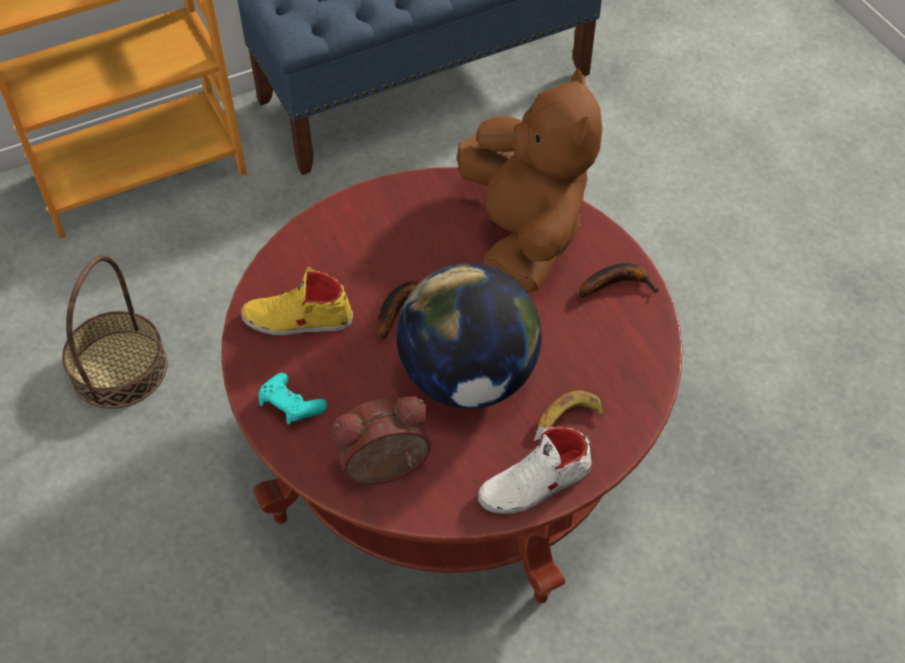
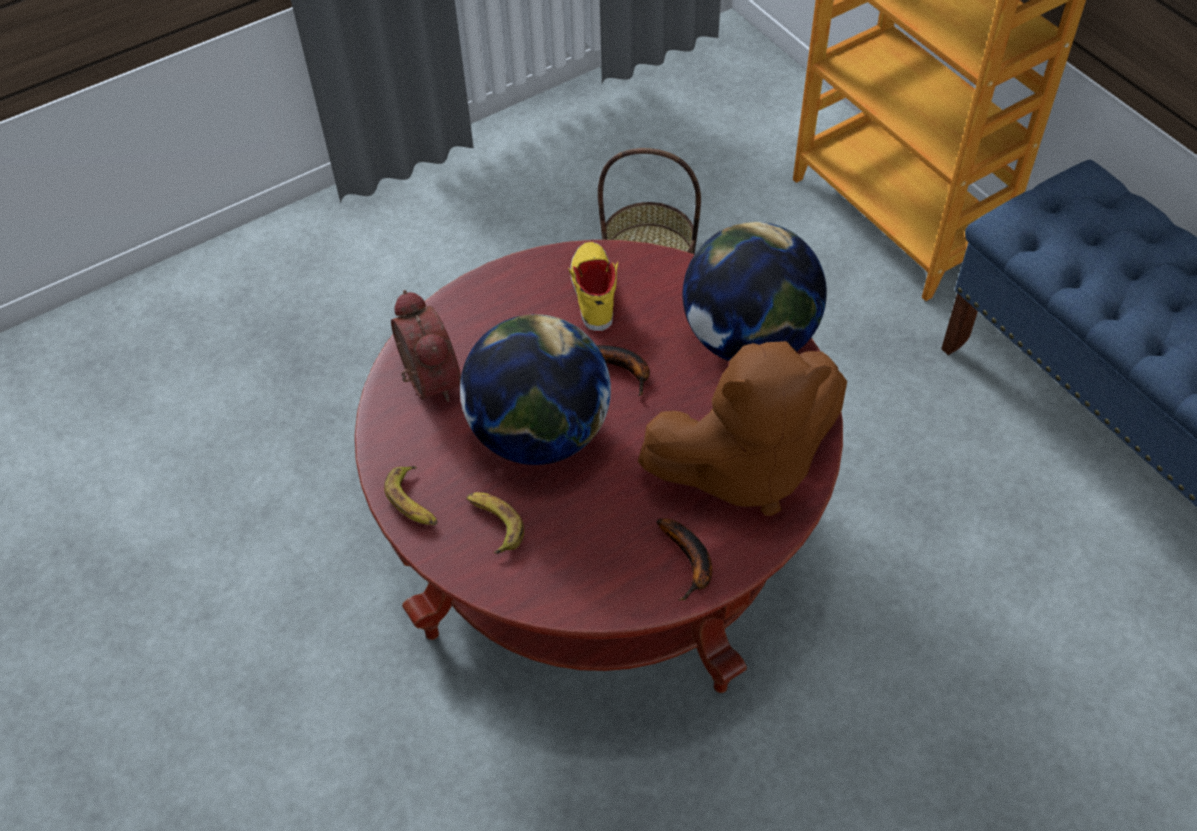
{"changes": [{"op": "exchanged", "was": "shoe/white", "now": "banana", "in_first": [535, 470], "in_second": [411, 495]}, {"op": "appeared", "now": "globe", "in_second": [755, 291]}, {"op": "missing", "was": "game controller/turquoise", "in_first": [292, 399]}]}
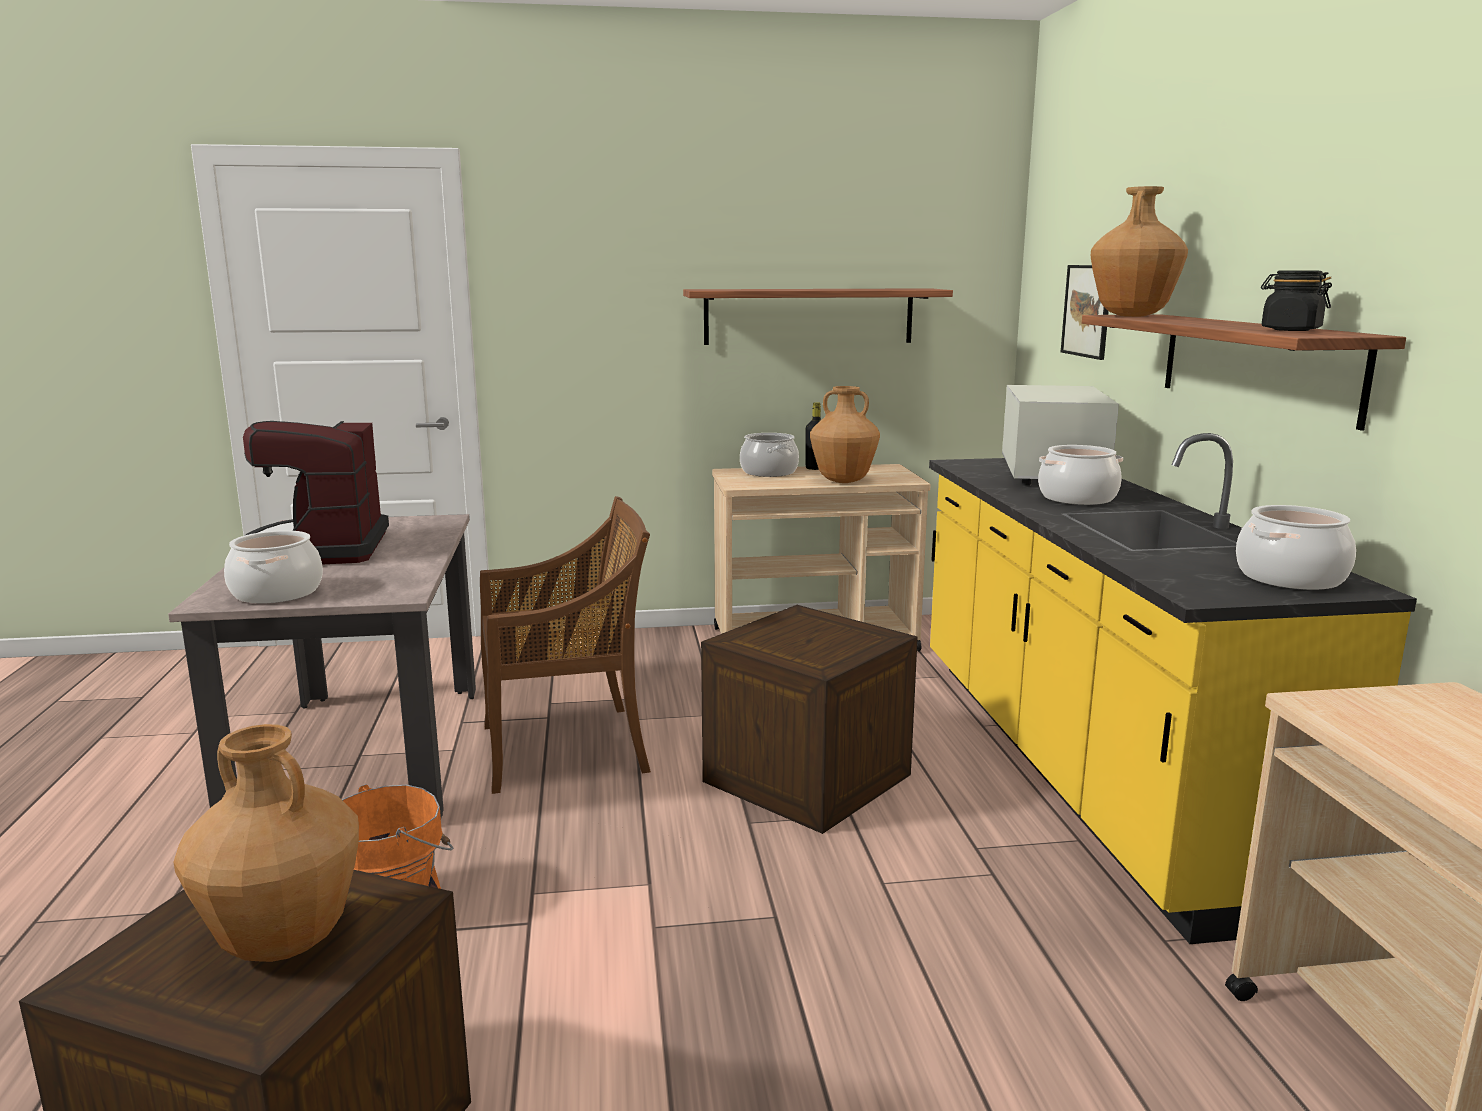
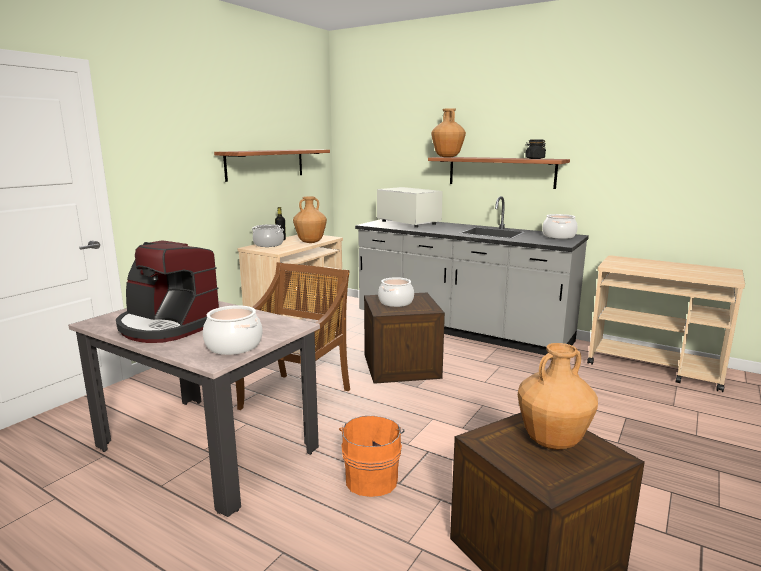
{"changes": [{"op": "colour", "was": "counter/yellow", "now": "counter/grey", "in_first": [1173, 688], "in_second": [472, 275]}, {"op": "relocated", "was": "cooking pot", "in_first": [1080, 475], "in_second": [396, 292]}, {"op": "missing", "was": "picture", "in_first": [1085, 312]}]}
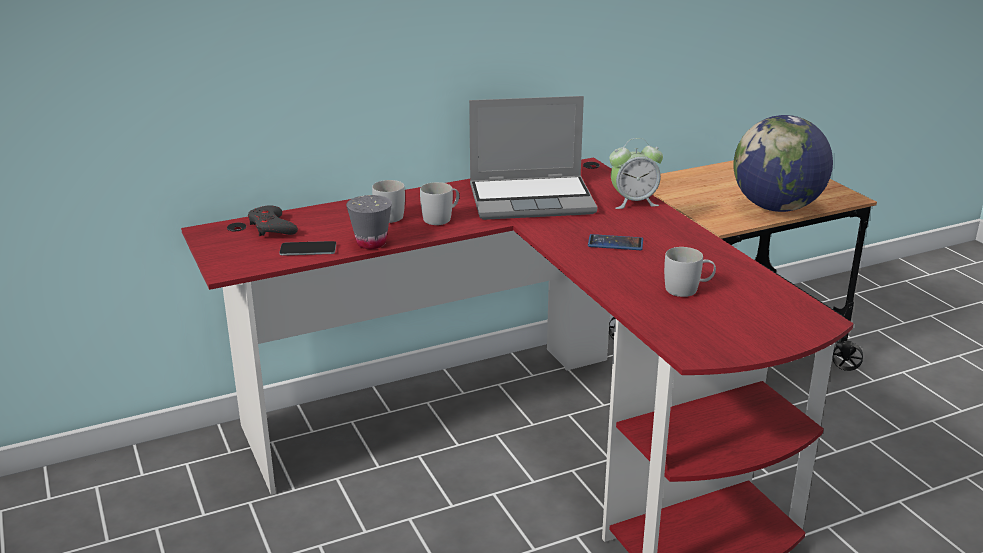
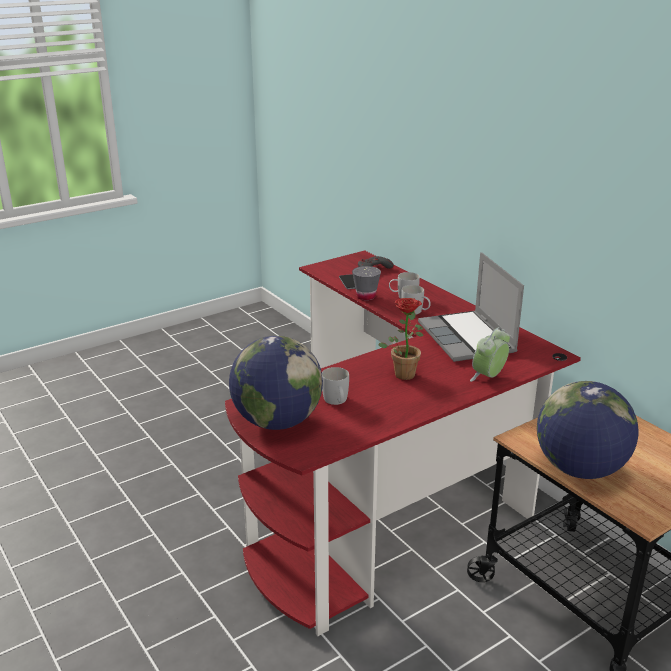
{"changes": [{"op": "appeared", "now": "globe", "in_second": [276, 383]}, {"op": "exchanged", "was": "phone", "now": "potted plant", "in_first": [615, 242], "in_second": [401, 339]}, {"op": "spun", "was": "alarm clock", "in_first": [636, 173], "in_second": [490, 354], "clockwise": 60}]}
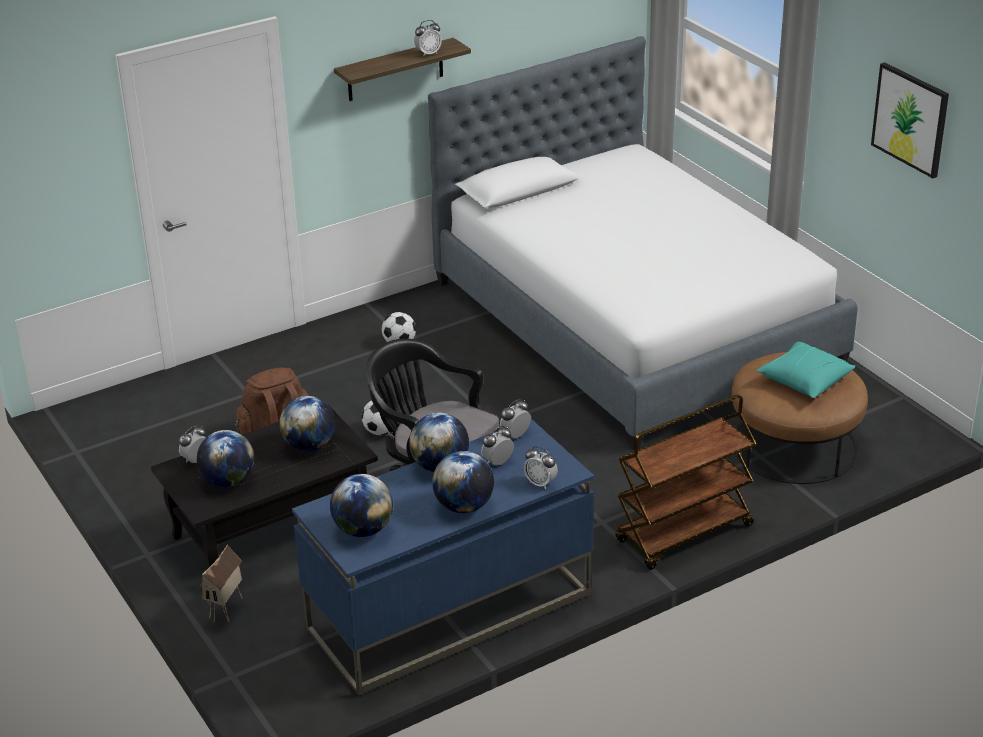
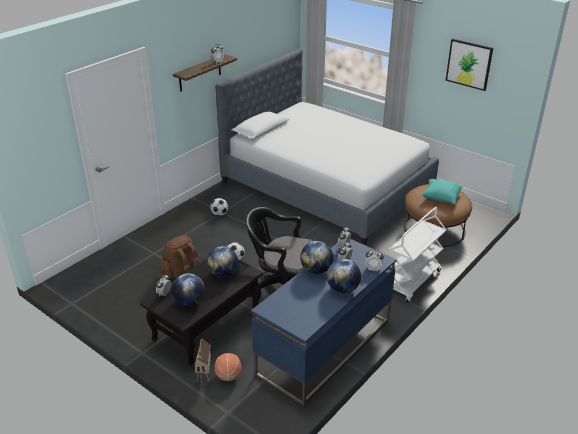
{"changes": [{"op": "appeared", "now": "basketball", "in_second": [227, 367]}, {"op": "colour", "was": "cart/brown", "now": "cart/white", "in_first": [685, 482], "in_second": [417, 255]}, {"op": "missing", "was": "globe", "in_first": [361, 505]}]}
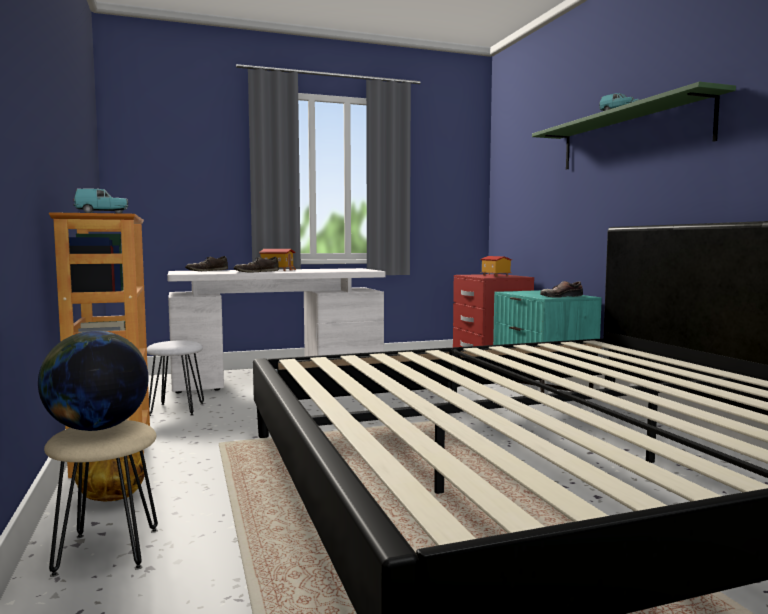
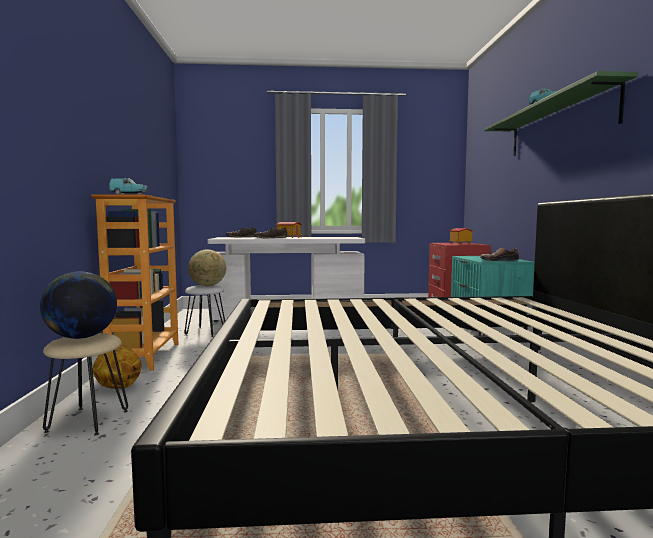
{"changes": [{"op": "appeared", "now": "globe", "in_second": [207, 268]}]}
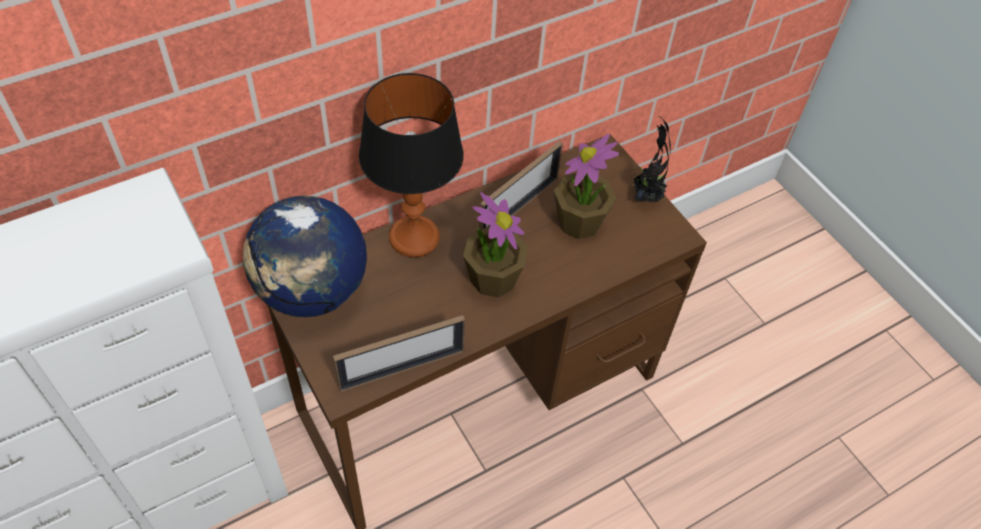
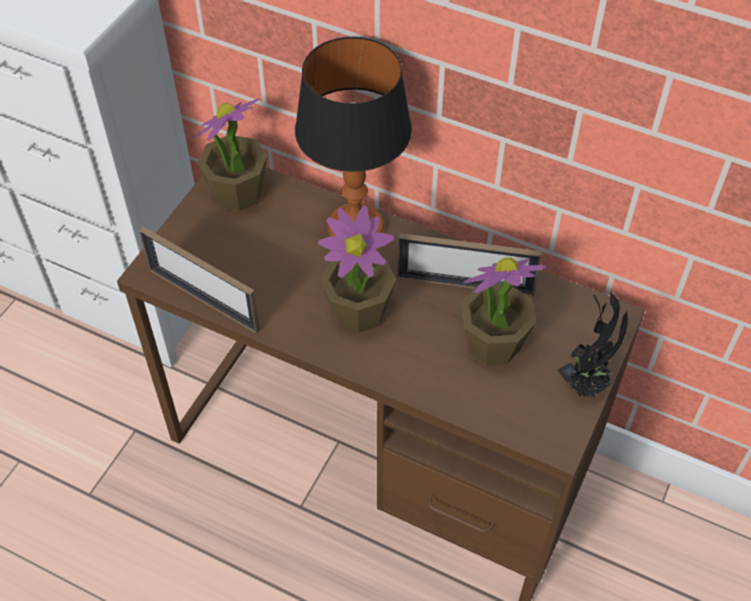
{"changes": [{"op": "exchanged", "was": "globe", "now": "potted plant", "in_first": [305, 256], "in_second": [231, 154]}]}
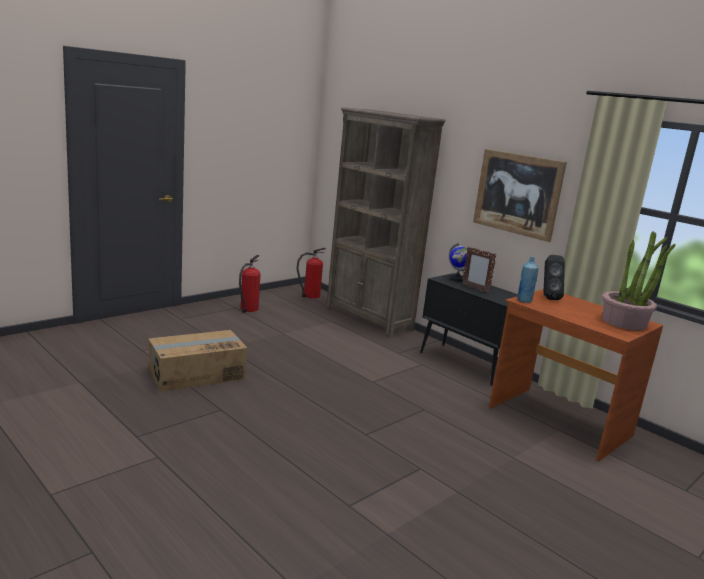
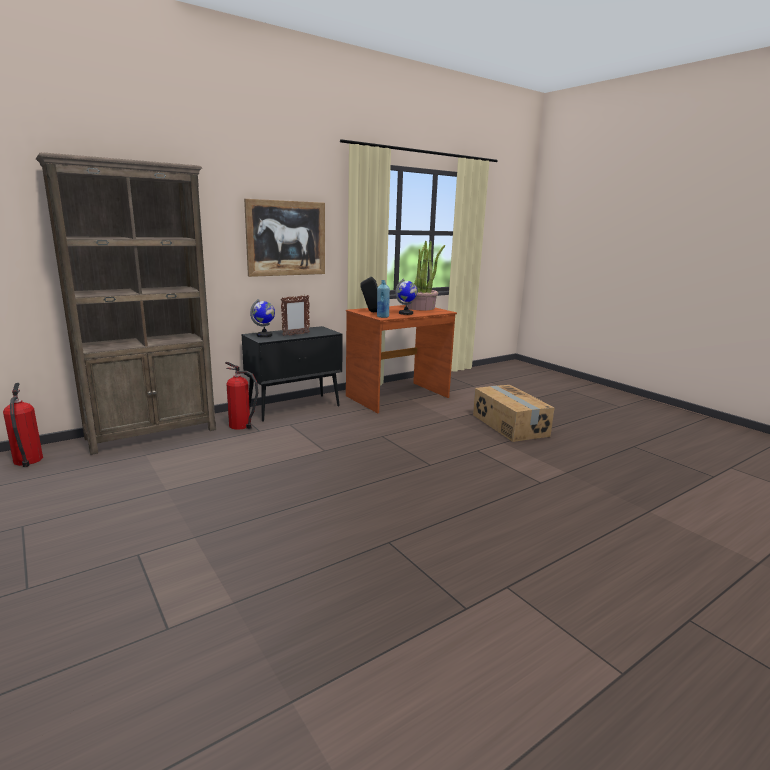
{"changes": [{"op": "relocated", "was": "fire extinguisher", "in_first": [250, 283], "in_second": [241, 396]}, {"op": "appeared", "now": "globe", "in_second": [406, 296]}, {"op": "relocated", "was": "cardboard box", "in_first": [197, 361], "in_second": [514, 413]}]}
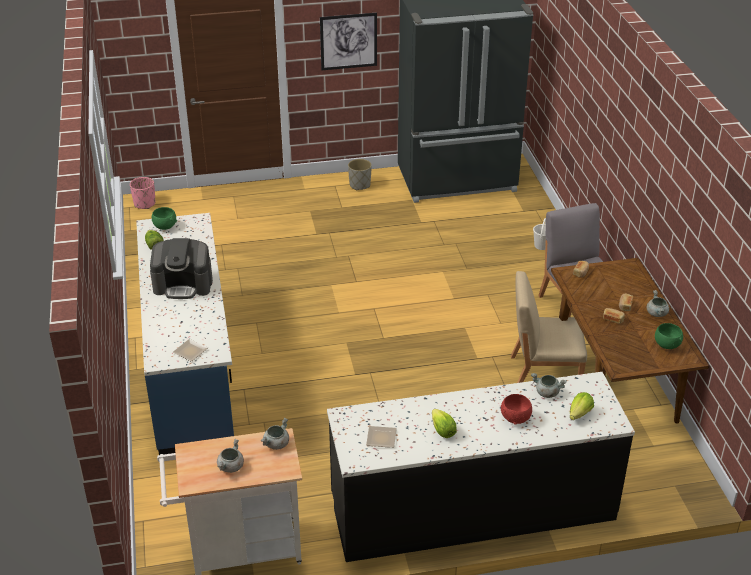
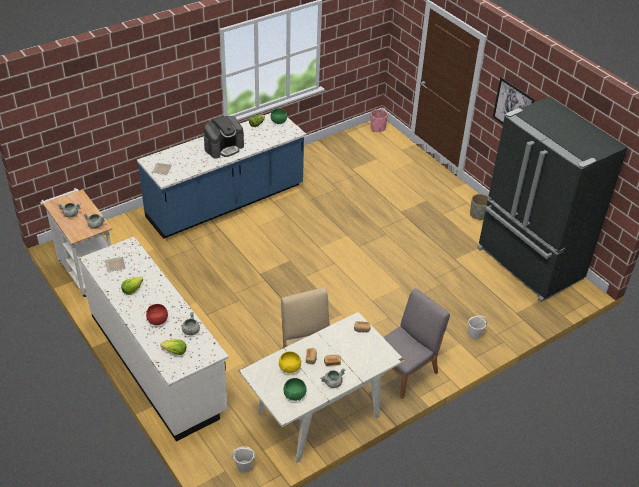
{"changes": [{"op": "colour", "was": "counter/black", "now": "counter/white", "in_first": [481, 467], "in_second": [154, 339]}, {"op": "spun", "was": "coffee machine", "in_first": [181, 268], "in_second": [224, 137], "clockwise": -105}, {"op": "appeared", "now": "bucket/white", "in_second": [244, 459]}, {"op": "colour", "was": "dining table/brown", "now": "dining table/white", "in_first": [630, 341], "in_second": [322, 387]}, {"op": "appeared", "now": "bowl/yellow", "in_second": [290, 362]}]}
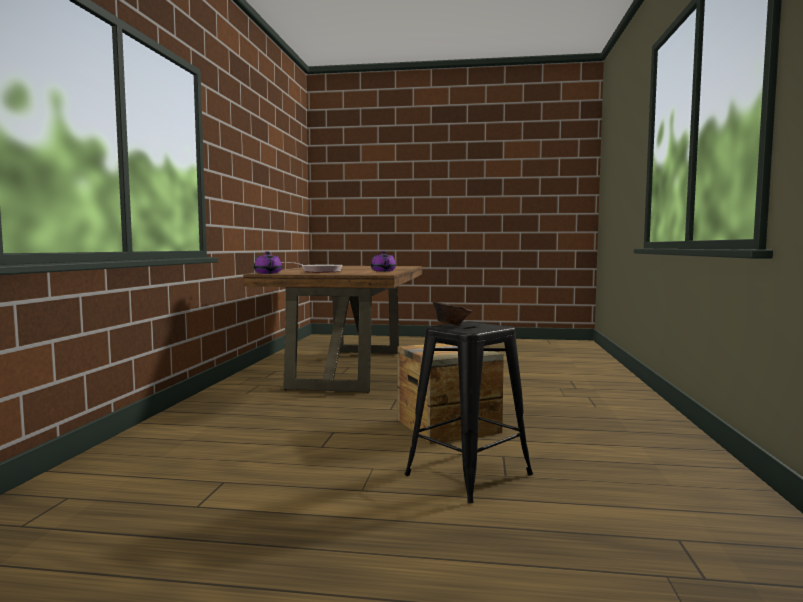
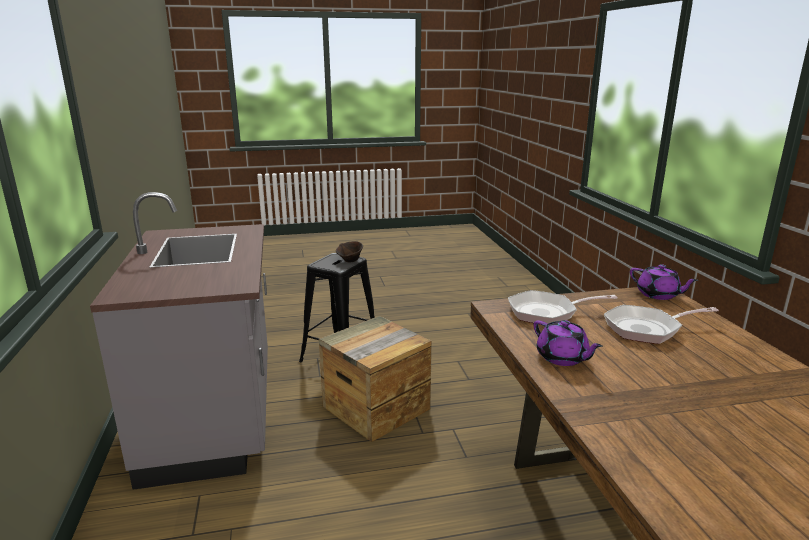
{"changes": [{"op": "appeared", "now": "counter/grey", "in_second": [179, 341]}, {"op": "appeared", "now": "frying pan", "in_second": [563, 306]}]}
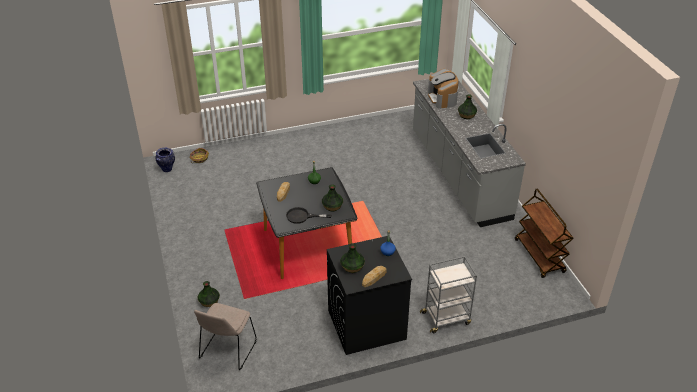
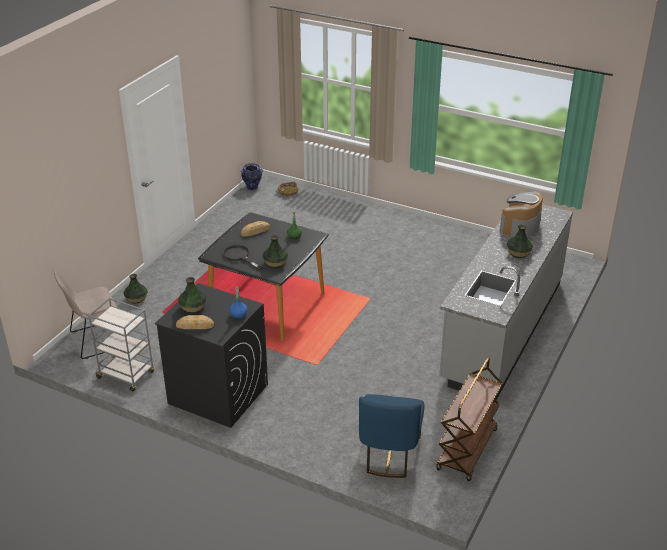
{"changes": [{"op": "relocated", "was": "cart/grey", "in_first": [448, 294], "in_second": [121, 344]}, {"op": "appeared", "now": "chair/blue", "in_second": [391, 436]}]}
